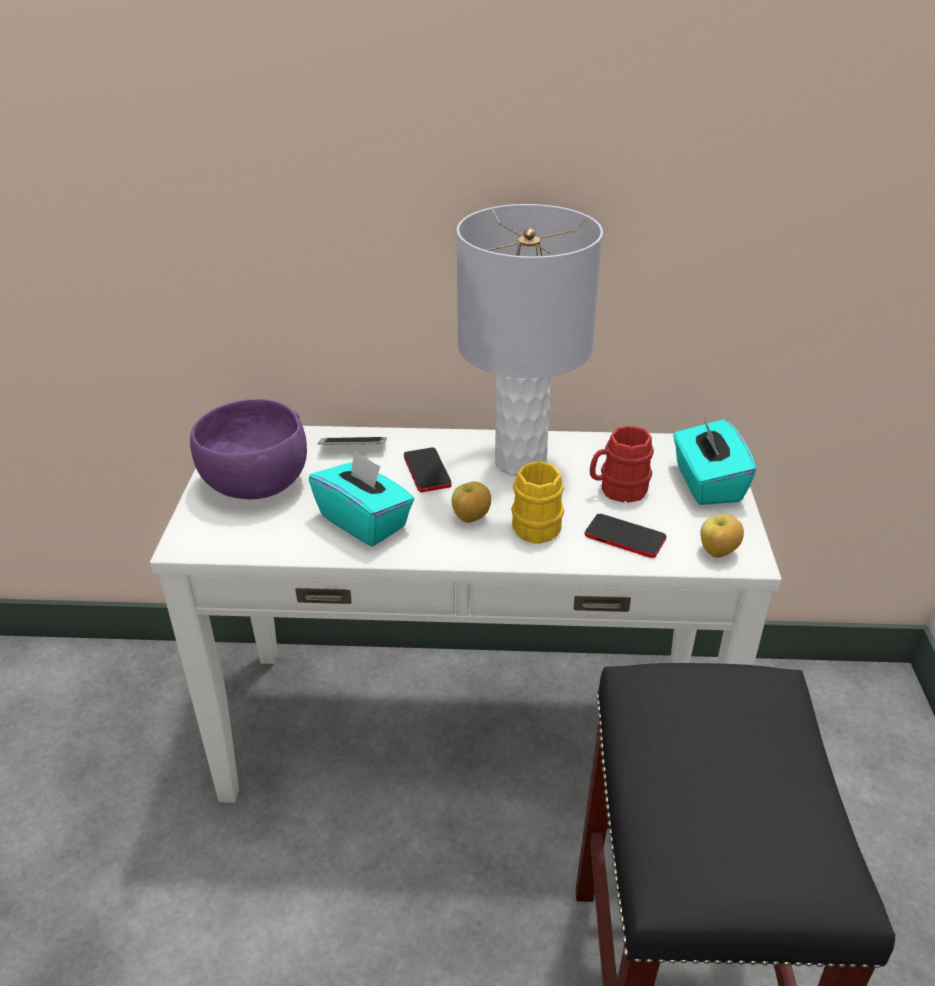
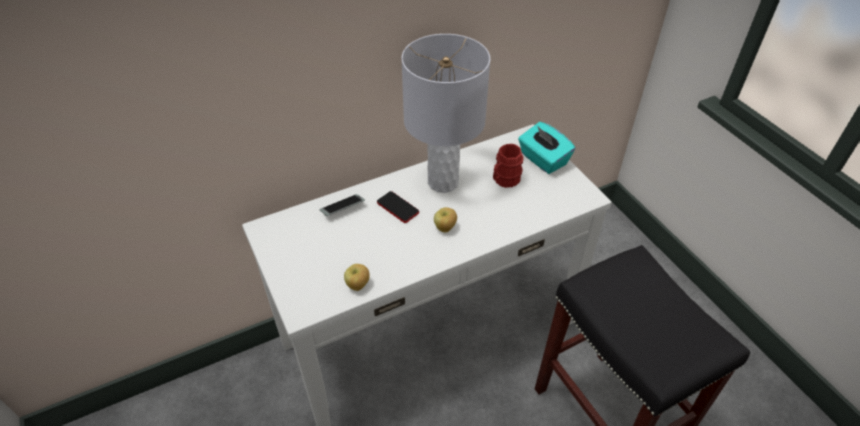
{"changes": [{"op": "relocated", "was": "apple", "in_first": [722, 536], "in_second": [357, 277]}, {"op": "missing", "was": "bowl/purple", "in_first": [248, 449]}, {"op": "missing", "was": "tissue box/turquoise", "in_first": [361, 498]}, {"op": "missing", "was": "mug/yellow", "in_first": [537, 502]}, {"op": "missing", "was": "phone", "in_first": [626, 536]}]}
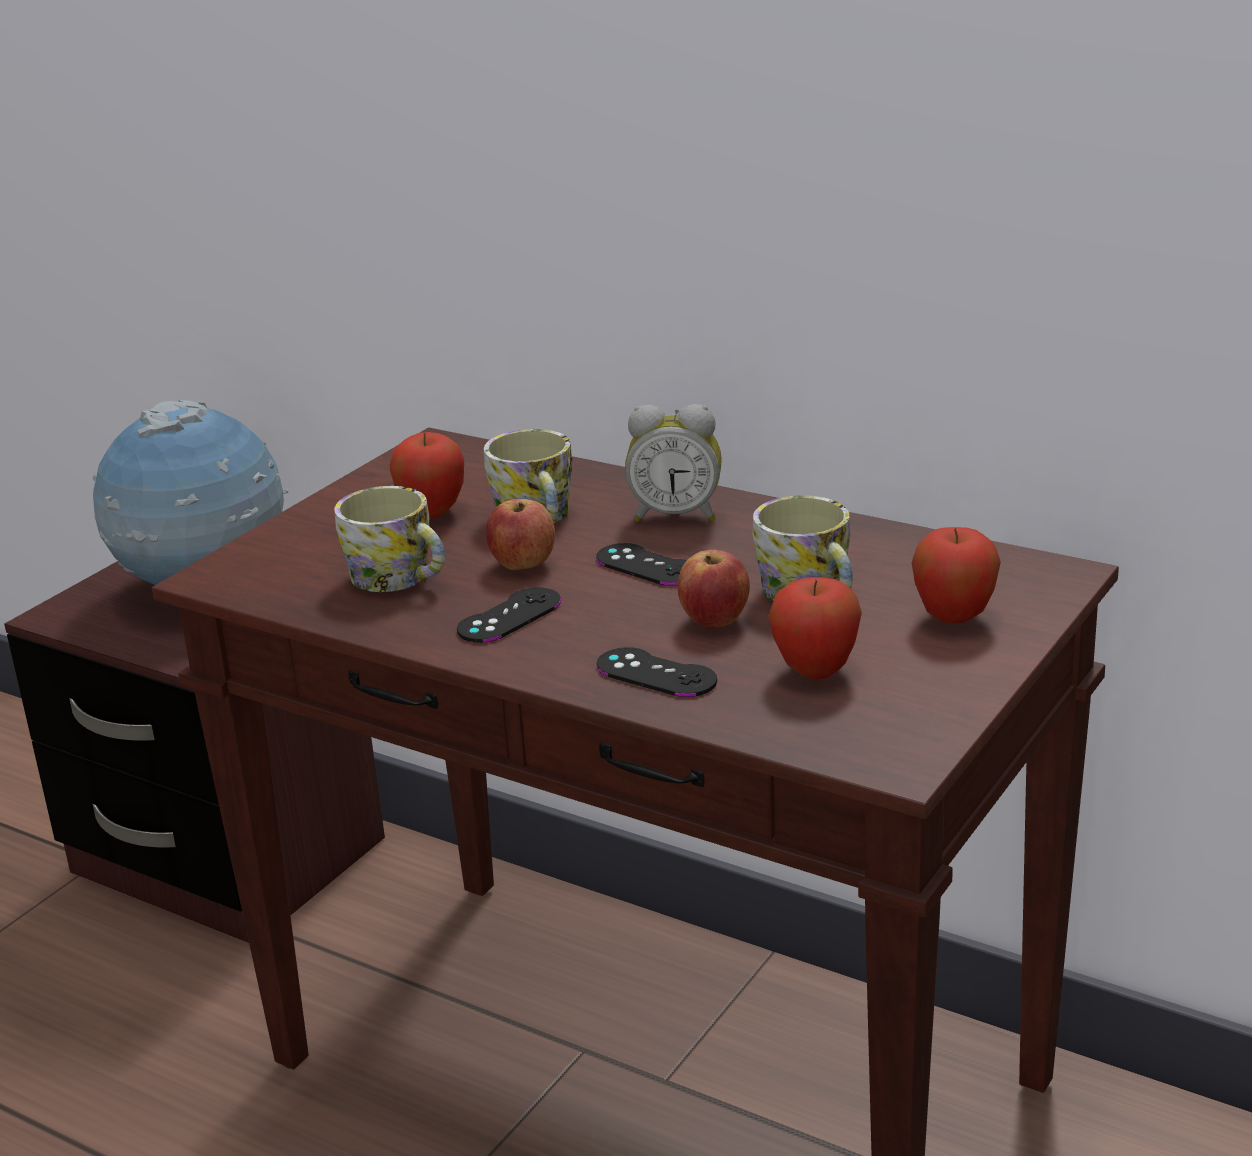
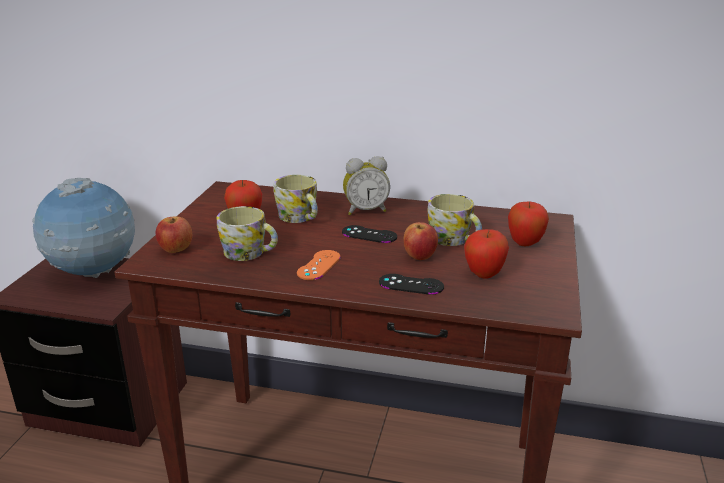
{"changes": [{"op": "relocated", "was": "apple", "in_first": [520, 534], "in_second": [173, 234]}, {"op": "colour", "was": "game controller/black", "now": "game controller/orange", "in_first": [509, 615], "in_second": [318, 265]}]}
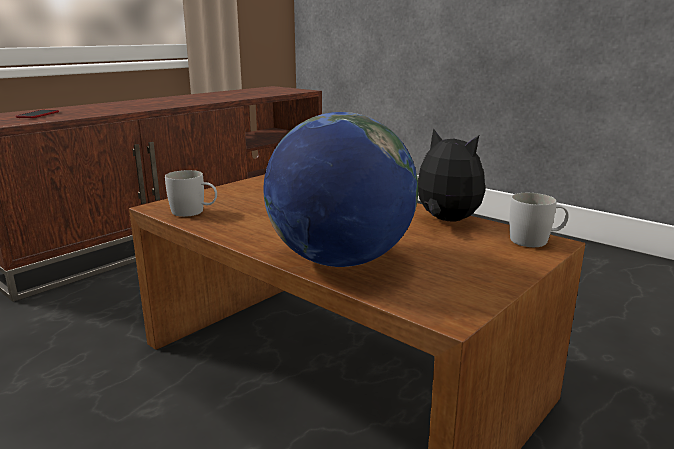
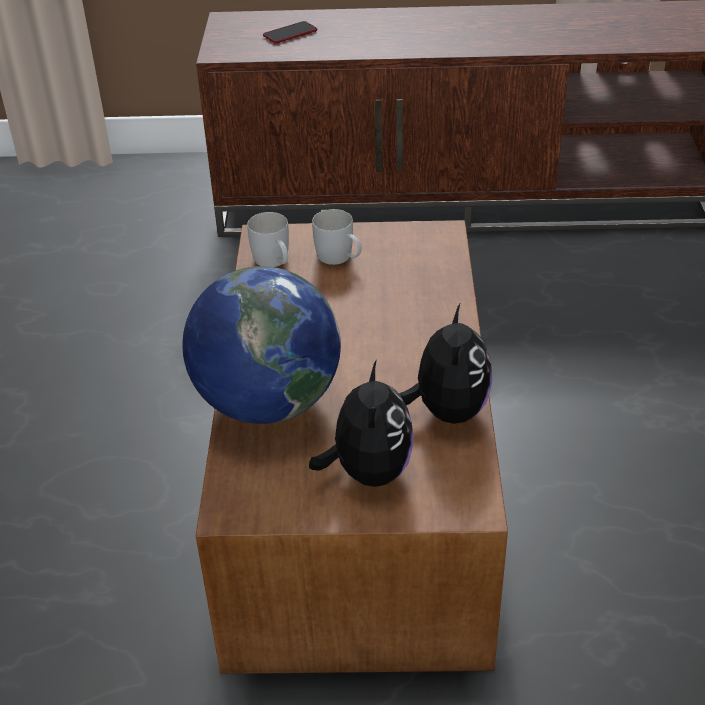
{"changes": [{"op": "appeared", "now": "plush toy", "in_second": [361, 423]}, {"op": "relocated", "was": "mug/white", "in_first": [539, 220], "in_second": [336, 237]}]}
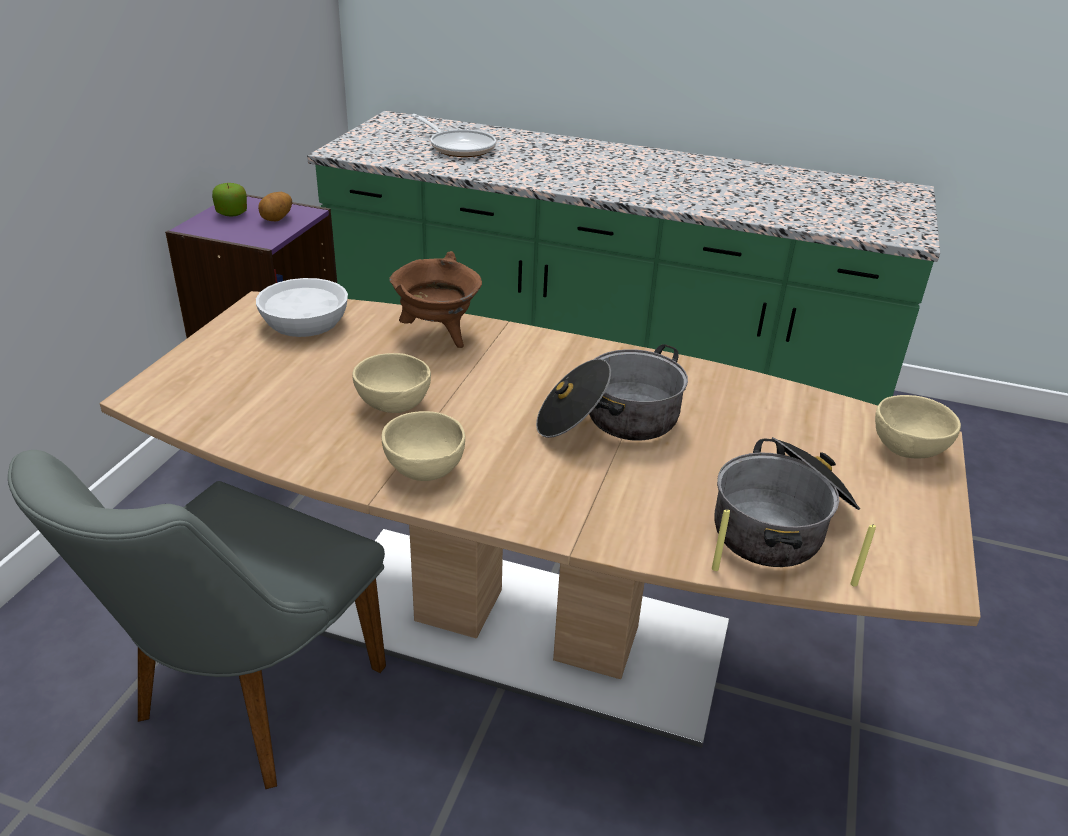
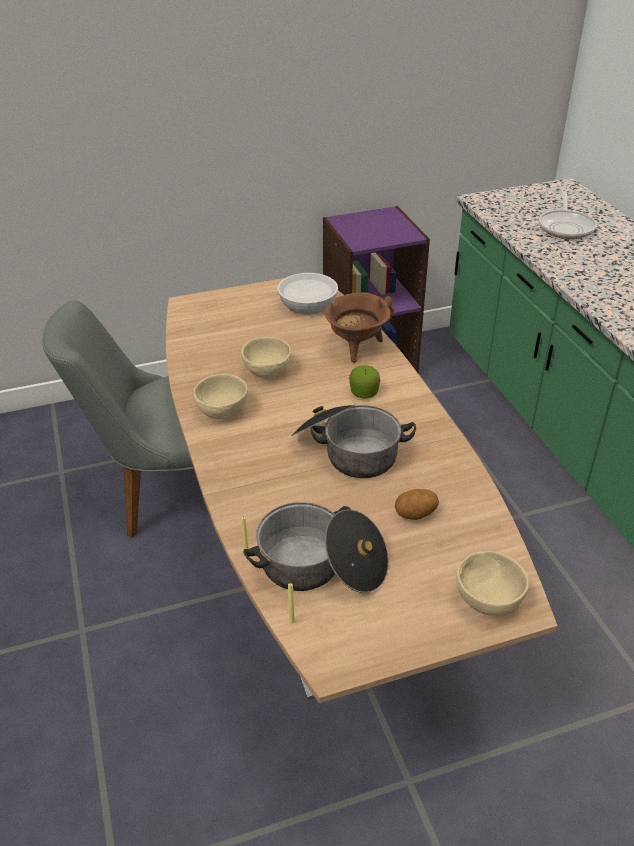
{"changes": [{"op": "relocated", "was": "apple", "in_first": [229, 199], "in_second": [364, 381]}, {"op": "relocated", "was": "potato", "in_first": [275, 206], "in_second": [417, 504]}]}
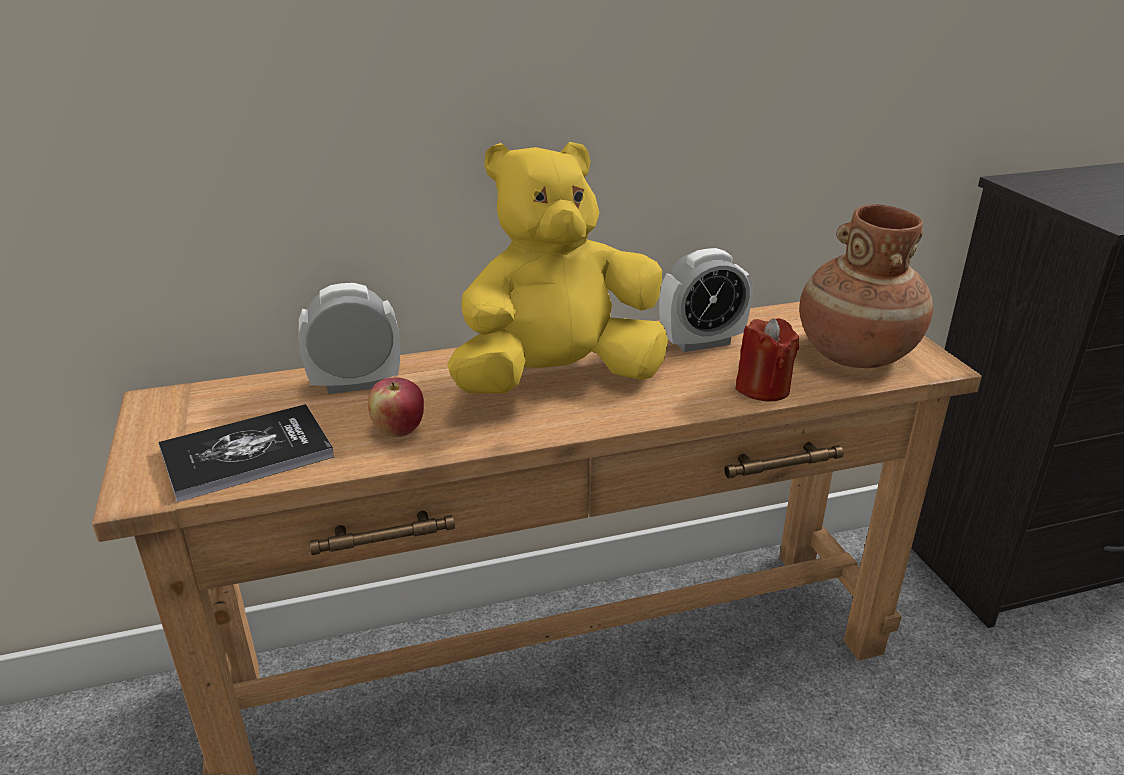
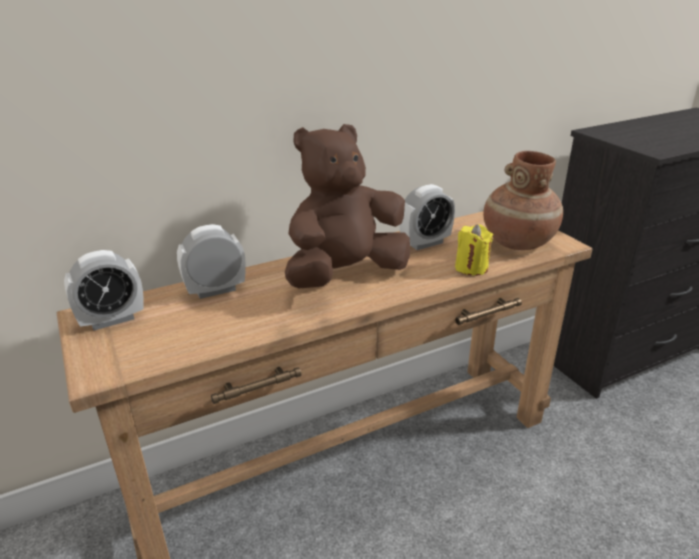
{"changes": [{"op": "appeared", "now": "alarm clock", "in_second": [104, 290]}, {"op": "colour", "was": "plush toy/yellow", "now": "plush toy/brown", "in_first": [557, 268], "in_second": [347, 206]}, {"op": "colour", "was": "candle/red", "now": "candle/yellow", "in_first": [767, 360], "in_second": [474, 250]}, {"op": "missing", "was": "book", "in_first": [246, 453]}, {"op": "missing", "was": "apple", "in_first": [396, 407]}]}
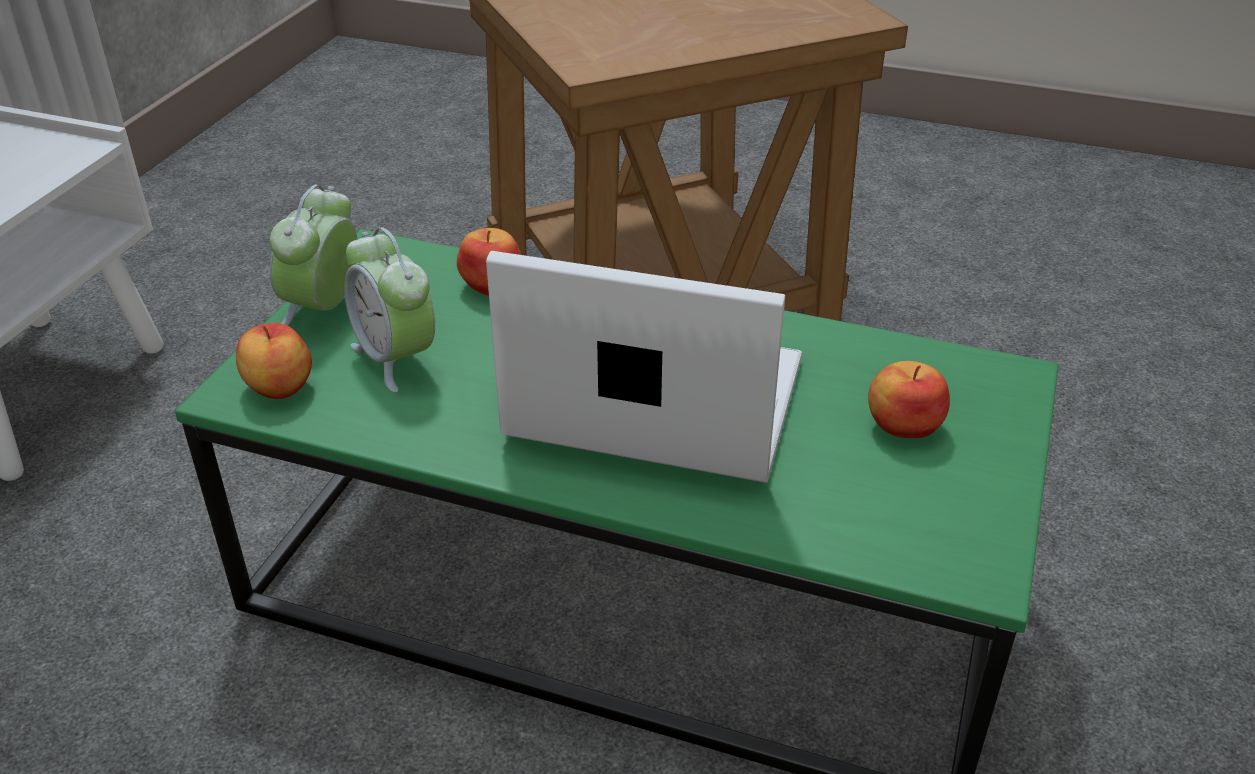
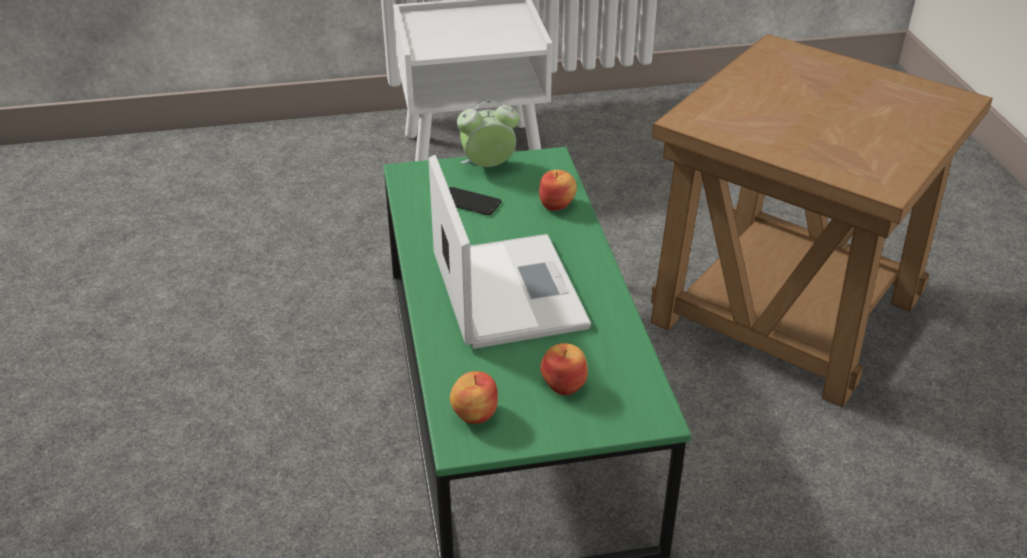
{"changes": [{"op": "exchanged", "was": "alarm clock", "now": "phone", "in_first": [389, 309], "in_second": [475, 201]}, {"op": "relocated", "was": "apple", "in_first": [274, 361], "in_second": [474, 397]}]}
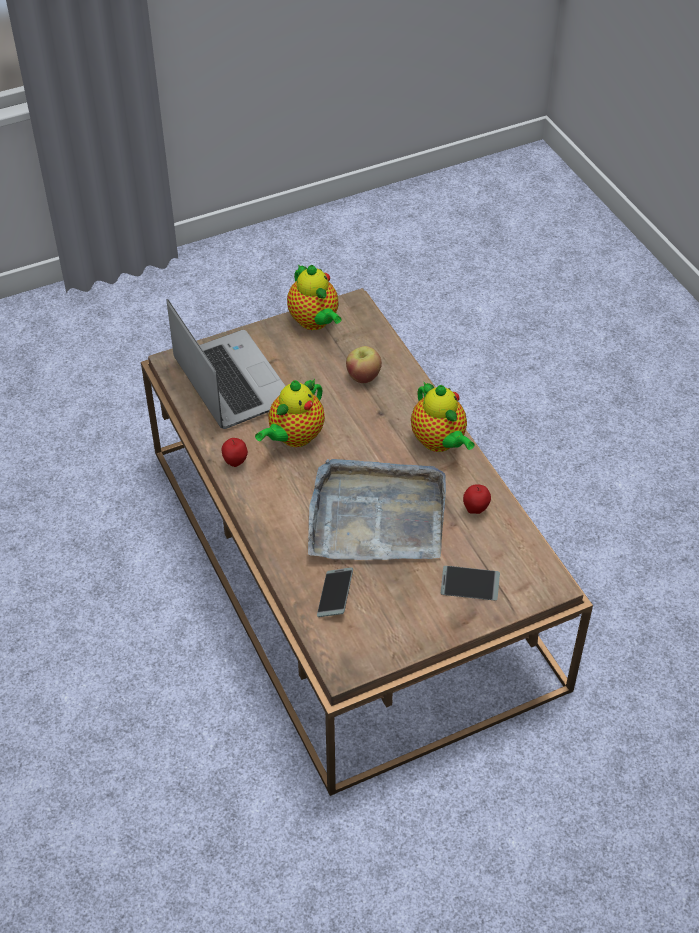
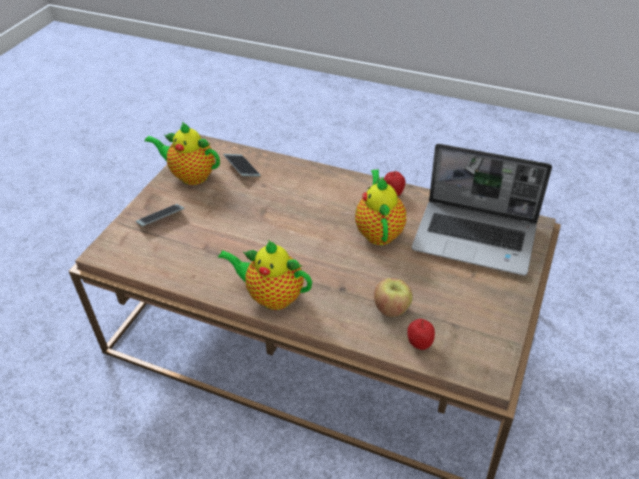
{"changes": [{"op": "relocated", "was": "teapot", "in_first": [314, 297], "in_second": [182, 153]}, {"op": "relocated", "was": "apple", "in_first": [477, 499], "in_second": [421, 334]}, {"op": "missing", "was": "tray/grey", "in_first": [377, 509]}]}
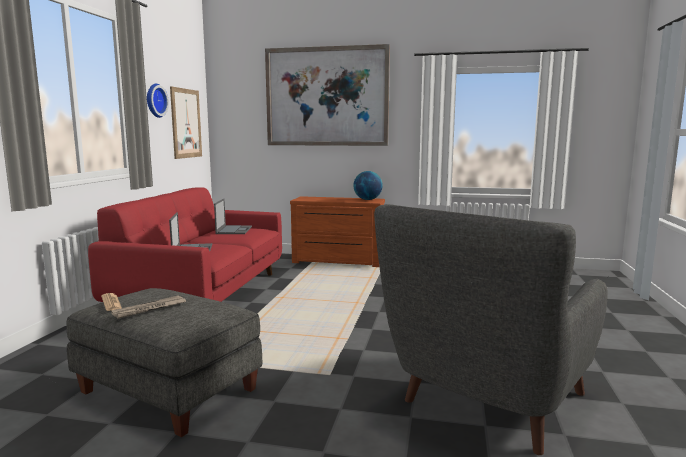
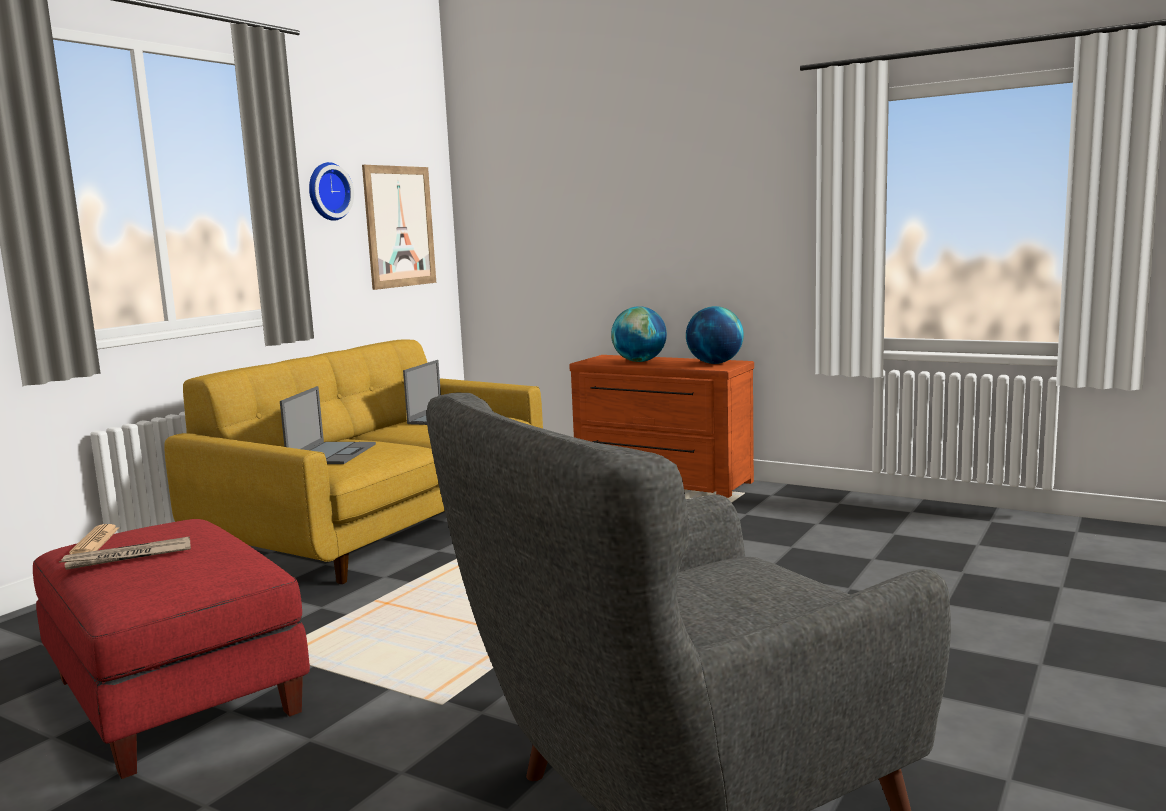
{"changes": [{"op": "colour", "was": "ottoman/grey", "now": "ottoman/red", "in_first": [164, 362], "in_second": [171, 649]}, {"op": "colour", "was": "sofa/red", "now": "sofa/yellow", "in_first": [185, 244], "in_second": [353, 461]}, {"op": "appeared", "now": "globe", "in_second": [639, 334]}, {"op": "missing", "was": "picture", "in_first": [327, 95]}]}
